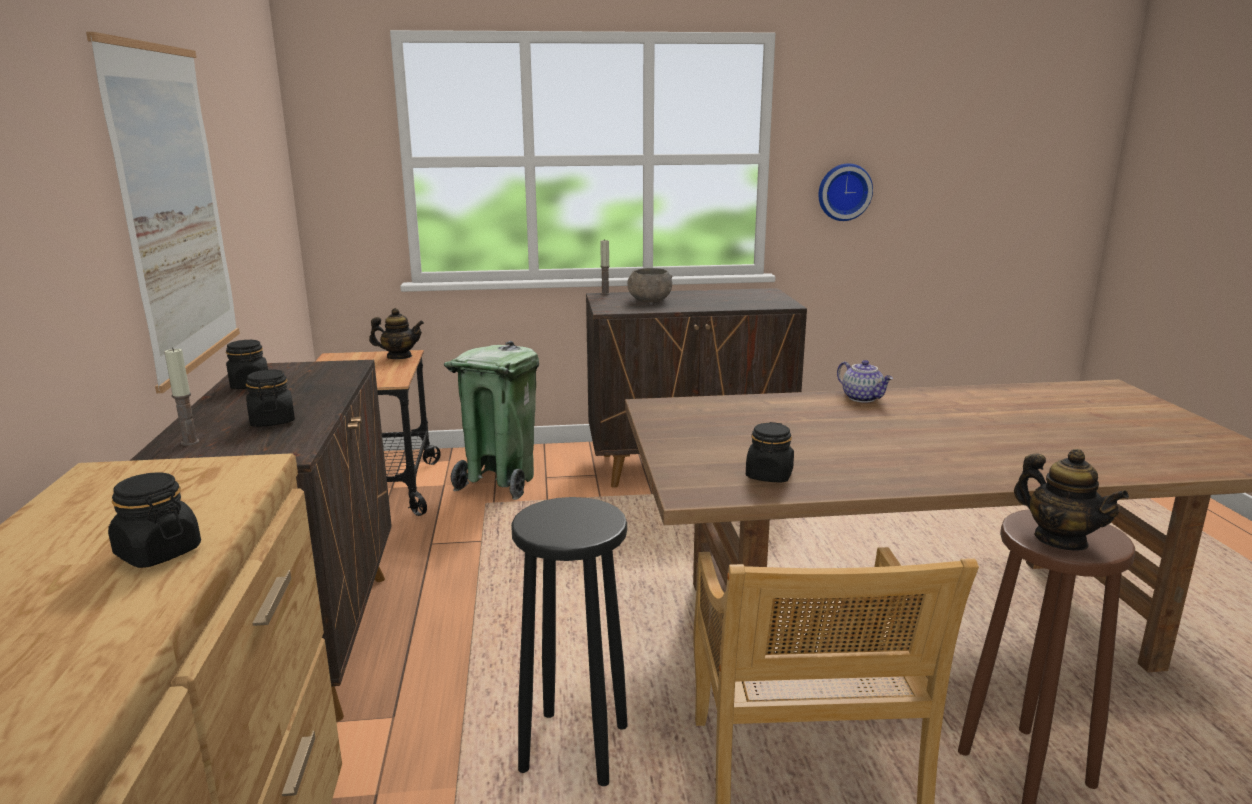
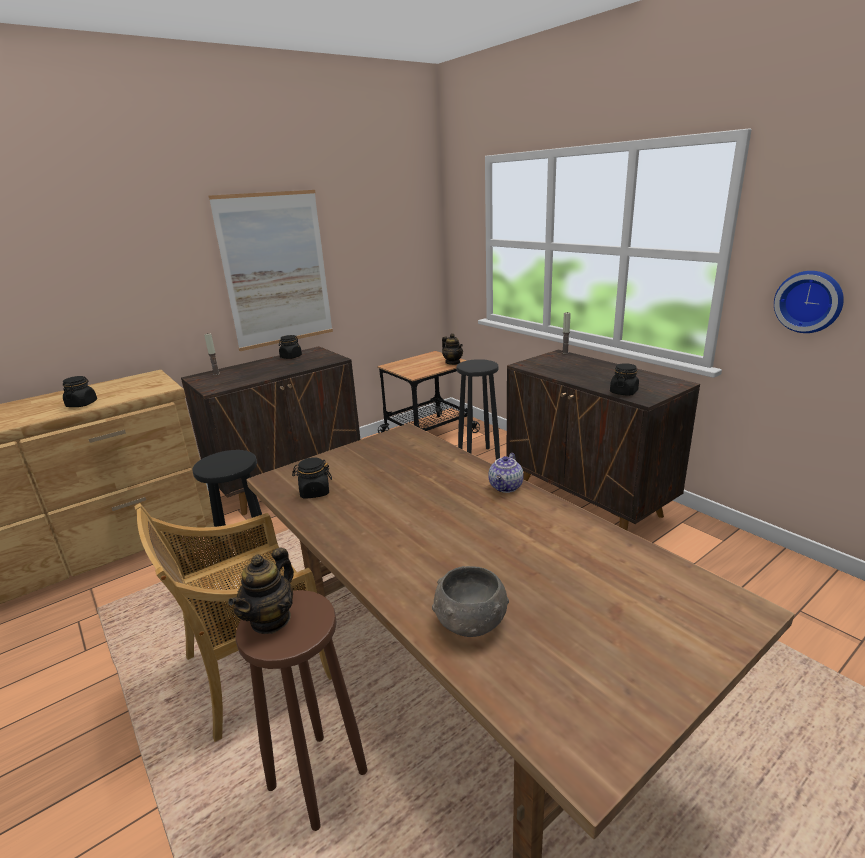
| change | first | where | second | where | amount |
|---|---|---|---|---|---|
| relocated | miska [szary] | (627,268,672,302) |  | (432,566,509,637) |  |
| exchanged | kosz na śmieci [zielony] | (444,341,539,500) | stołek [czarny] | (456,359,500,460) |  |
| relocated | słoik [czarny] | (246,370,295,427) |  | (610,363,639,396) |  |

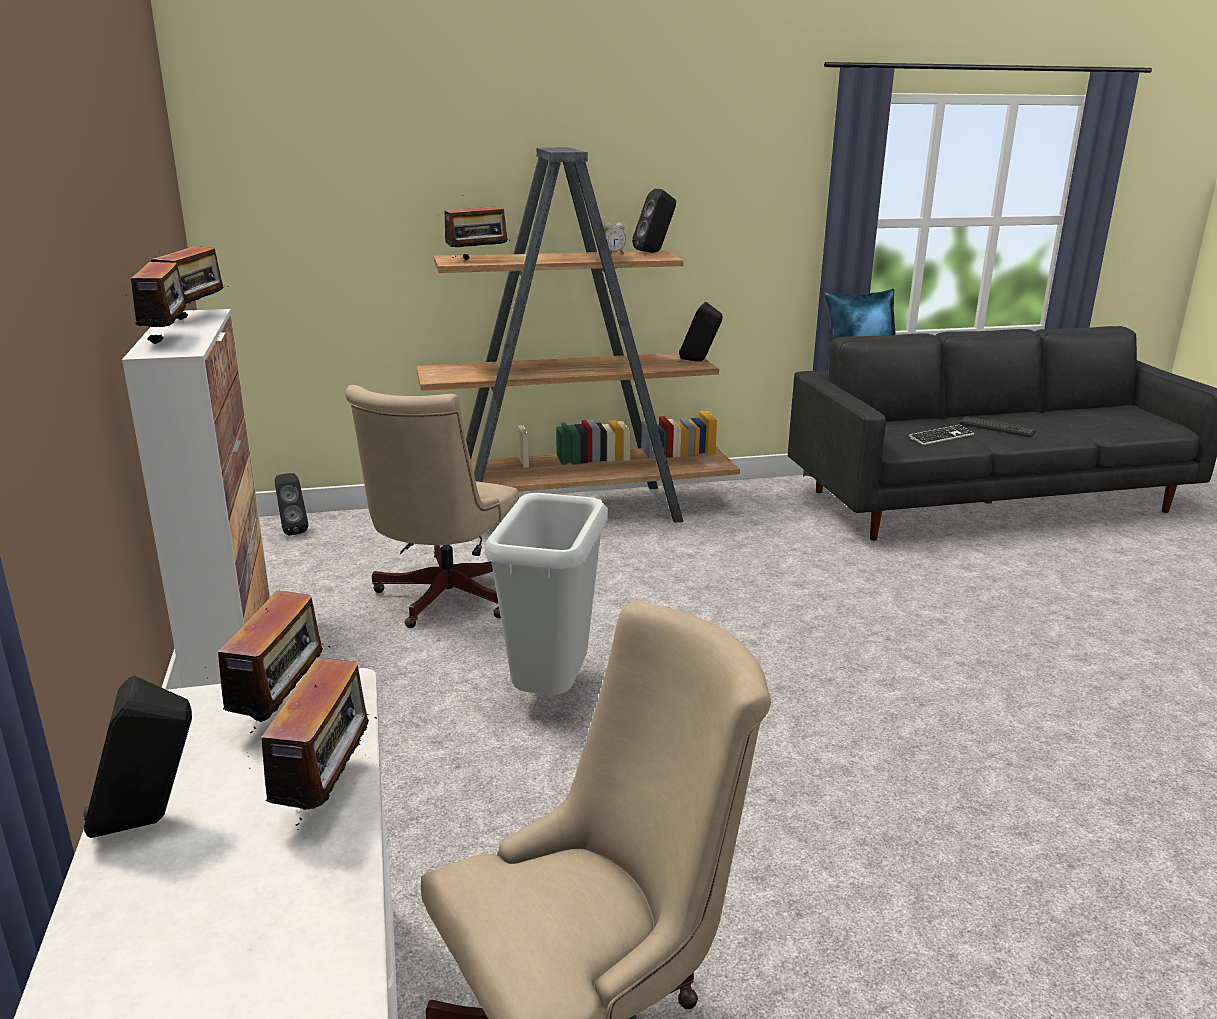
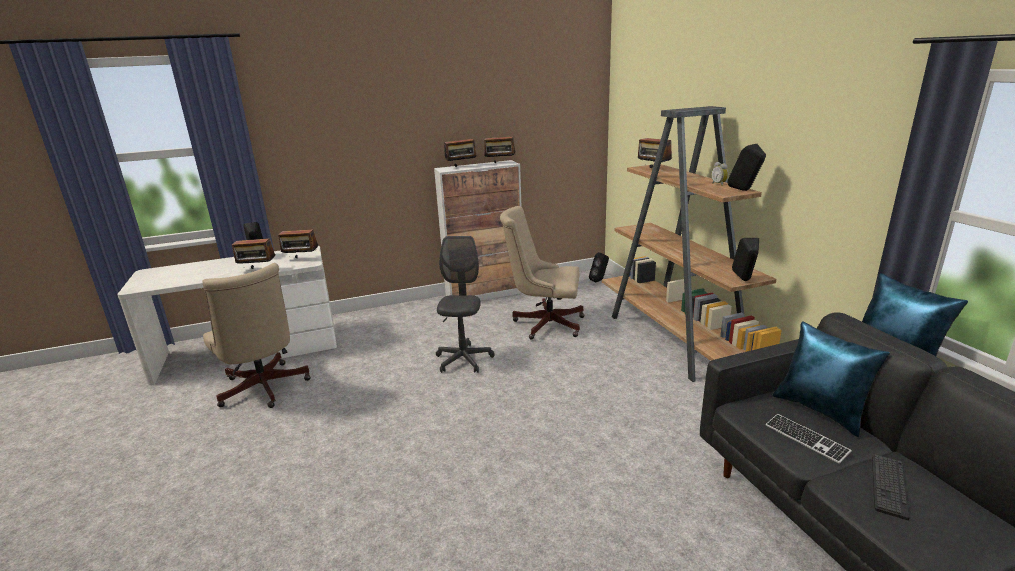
| change | first | where | second | where | amount |
|---|---|---|---|---|---|
| exchanged | kosz na śmieci [szary] | (484,493,608,695) | krzesło biurowe [szary] | (436,236,495,373) |  |
| appeared |  |  | poduszka [niebieski] | (773,321,890,437) |  |

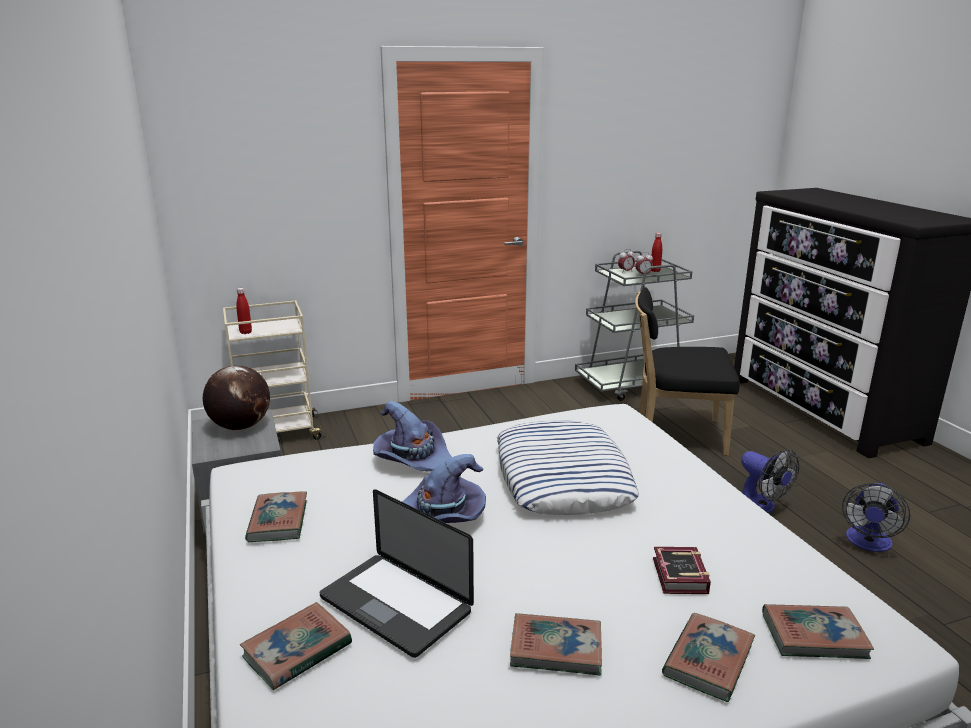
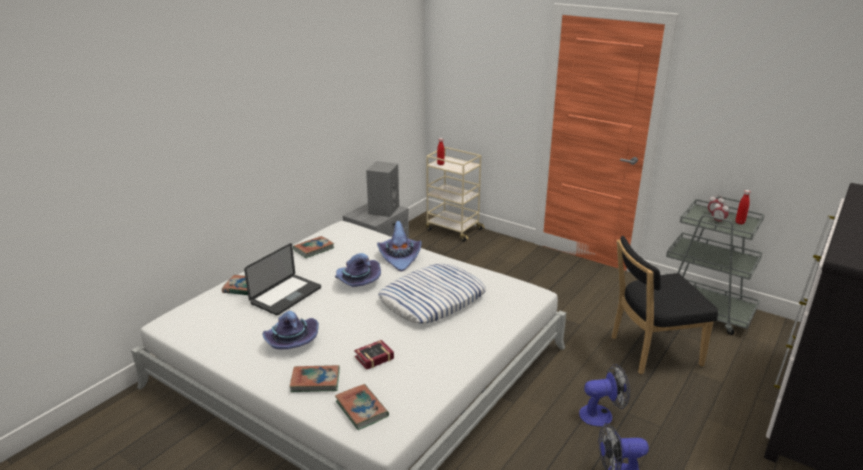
| change | first | where | second | where | amount |
|---|---|---|---|---|---|
| spun | krzesło [czarny] | (635,287,740,456) |  | (612,236,718,374) | 75 degrees counterclockwise |
| exchanged | globus | (203,365,270,430) | głośnik [szary] | (366,161,399,217) |  |
| spun | wentylator | (741,450,799,513) |  | (579,364,630,426) | 120 degrees counterclockwise |
| spun | laptop | (320,489,474,658) |  | (244,243,321,315) | 150 degrees counterclockwise |
| exchanged | książka | (510,613,602,675) | kapelusz [fioletowy] | (262,311,319,349) |  |

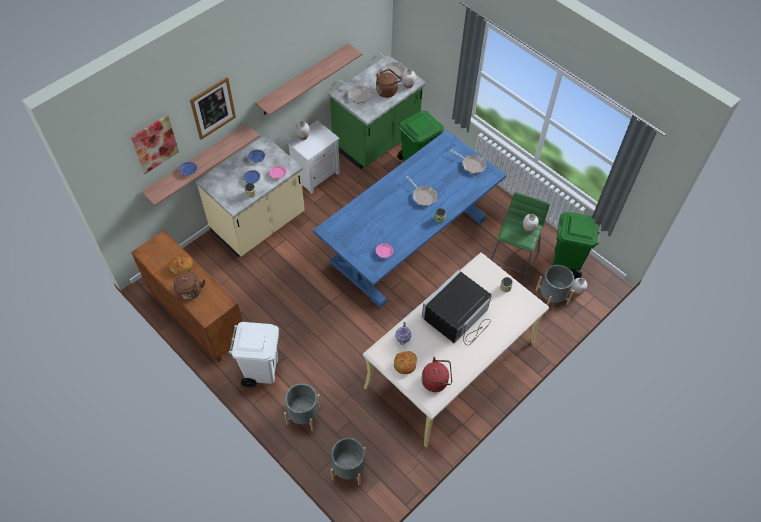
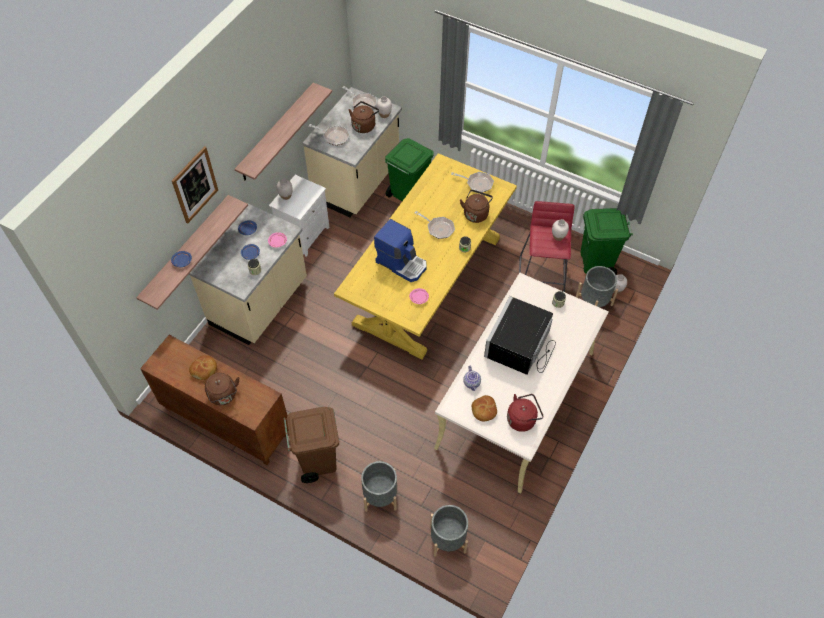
| change | first | where | second | where | amount |
|---|---|---|---|---|---|
| colour | zabudowa kuchenna [zielony] | (329,55,426,169) | zabudowa kuchenna [beżowy] | (303,87,402,217) |  |
| missing | obraz | (131,115,179,174) |  |  |  |
| colour | stół jadalny [niebieski] | (313,130,507,308) | stół jadalny [żółty] | (334,153,517,359) |  |
| colour | stołek [zielony] | (490,192,550,287) | stołek [czerwony] | (519,201,575,292) |  |
| colour | kosz na śmieci [biały] | (229,322,279,387) | kosz na śmieci [brązowy] | (283,407,339,483) |  |
| appeared |  |  | czajnik [brązowy] | (460,190,493,223) |  |
| appeared |  |  | ekspres do kawy | (374,219,427,282) |  |

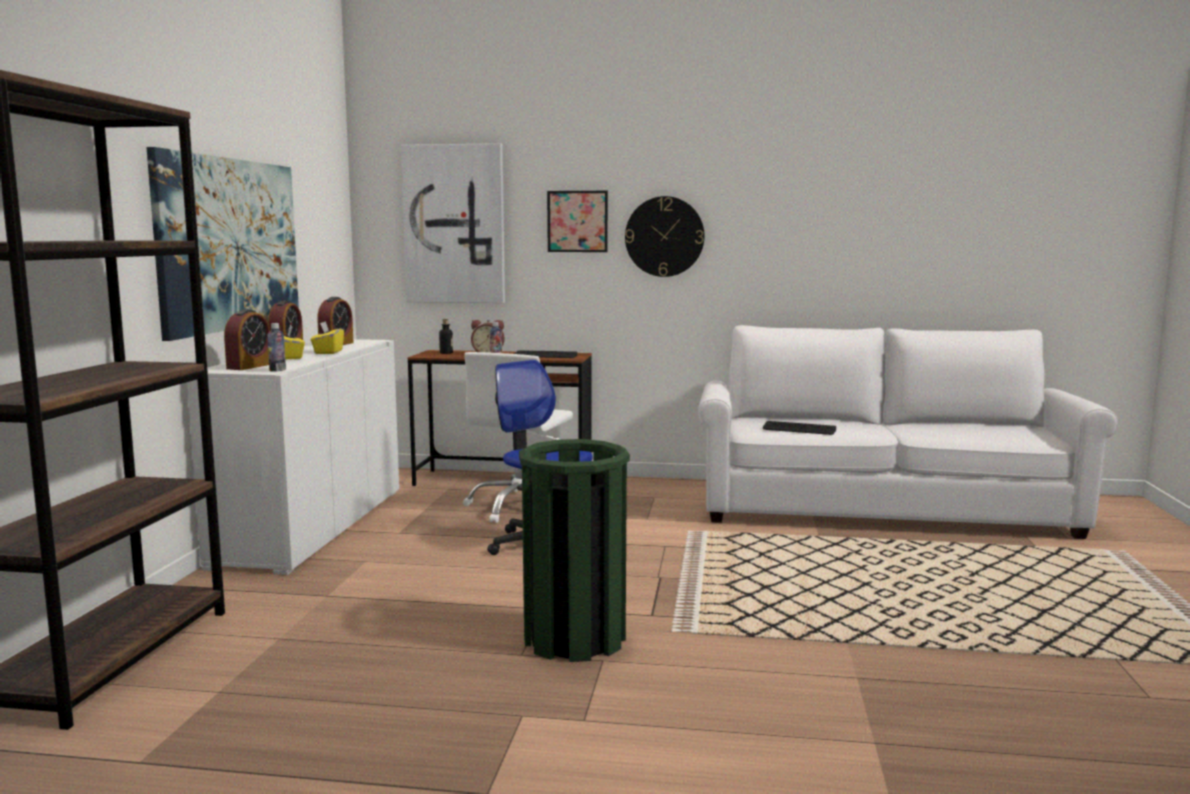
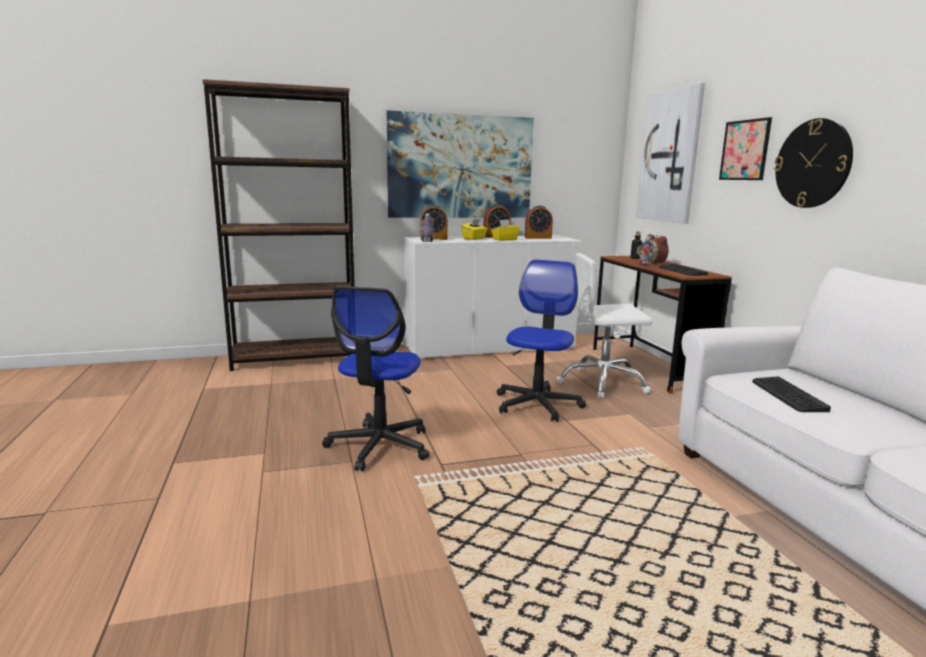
| change | first | where | second | where | amount |
|---|---|---|---|---|---|
| exchanged | kosz na śmieci [zielony] | (519,439,630,662) | krzesło biurowe | (322,286,430,471) |  |

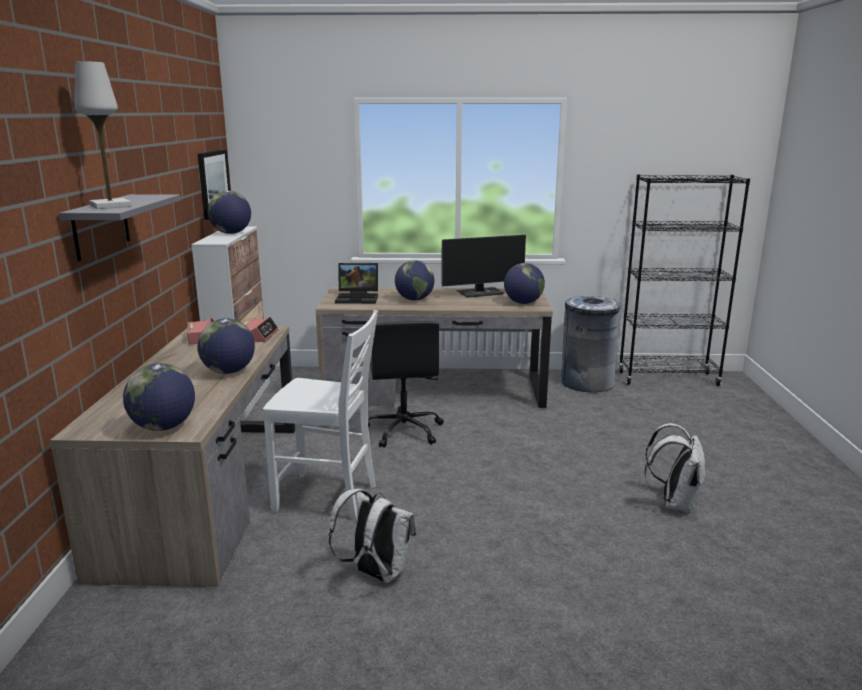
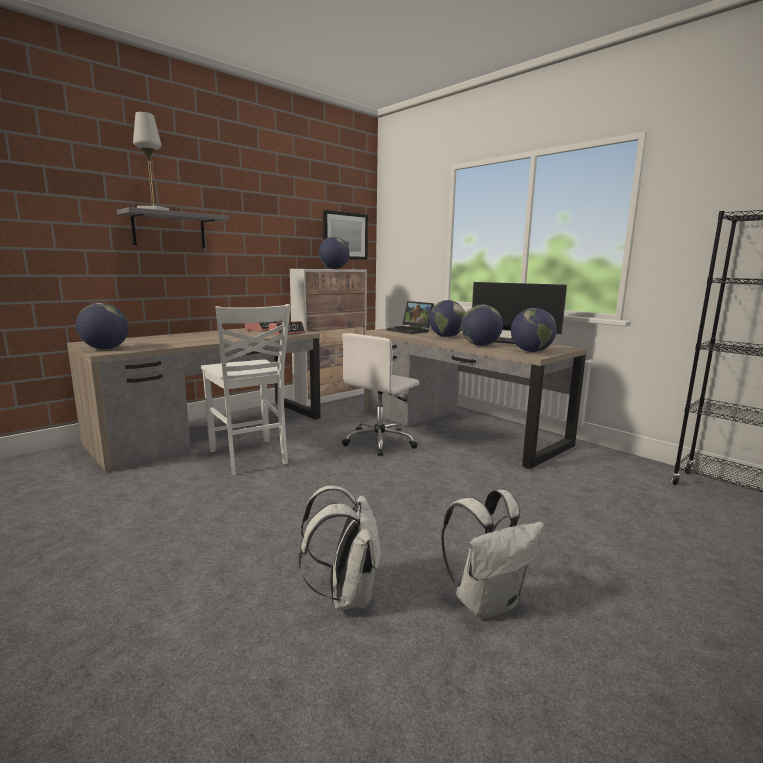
| change | first | where | second | where | amount |
|---|---|---|---|---|---|
| missing | kosz na śmieci [szary] | (561,296,621,392) |  |  |  |
| relocated | globus | (197,318,255,374) |  | (461,305,503,346) |  |
| colour | krzesło biurowe [czarny] | (368,321,444,448) | krzesło biurowe [biały] | (342,333,419,457) |  |
| relocated | plecak [biały] | (329,489,416,583) |  | (299,485,381,610) |  |

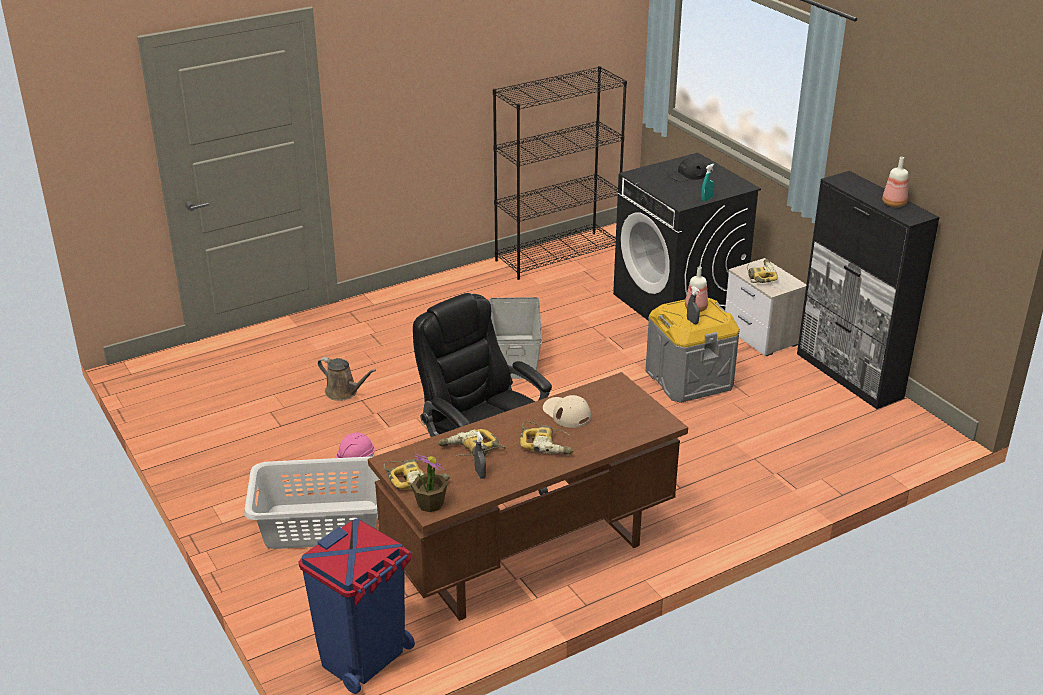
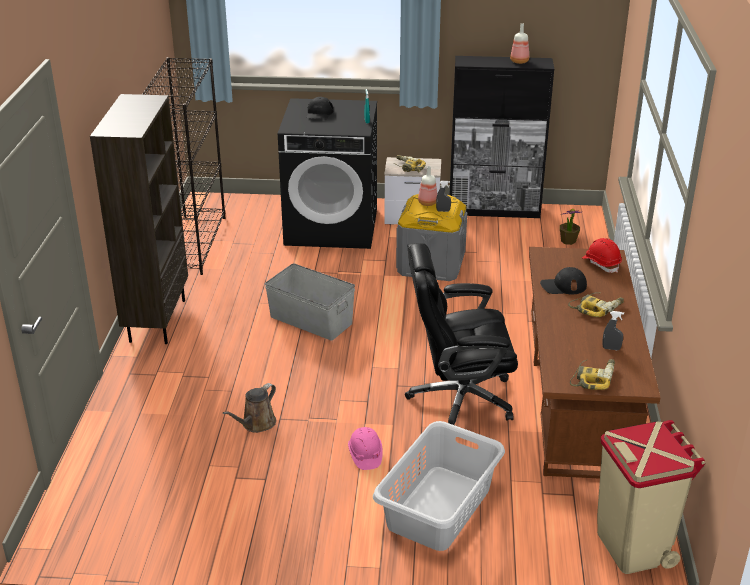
| change | first | where | second | where | amount |
|---|---|---|---|---|---|
| spun | konewka [brązowy] | (318,357,376,401) |  | (223,383,276,433) | 150 degrees clockwise |
| colour | czapka z daszkiem [beżowy] | (543,395,591,428) | czapka z daszkiem [czarny] | (540,267,587,294) |  |
| missing | wiertarka | (438,429,506,456) |  |  |  |
| relocated | roślina doniczkowa | (412,453,448,512) |  | (560,209,581,245) |  |
| colour | kosz na śmieci [niebieski] | (299,519,415,694) | kosz na śmieci [beżowy] | (597,420,705,574) |  |
| appeared |  |  | regał [brązowy] | (90,94,188,344) |  |
| appeared |  |  | kask [czerwony] | (582,238,622,273) |  |

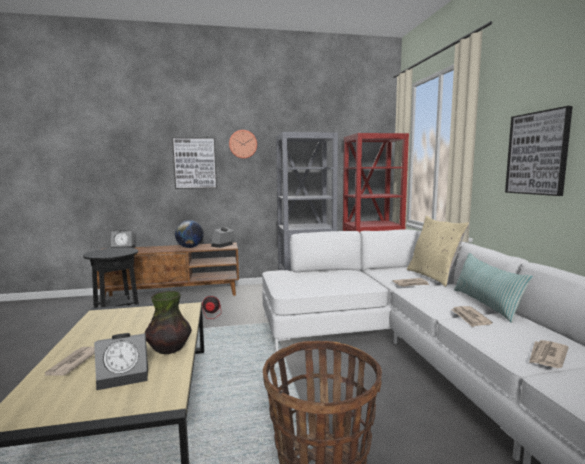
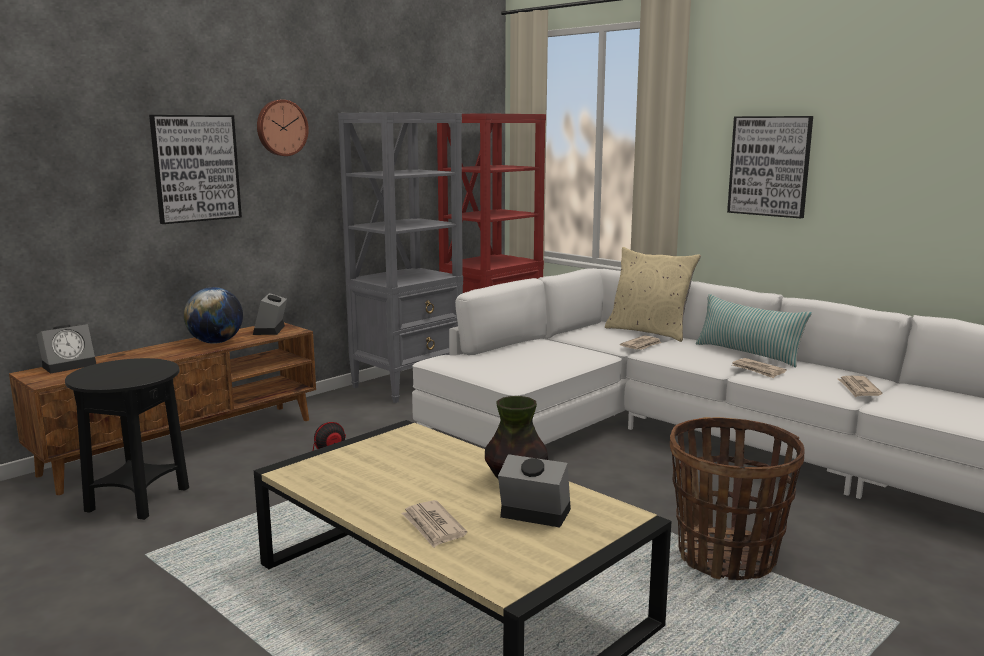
| change | first | where | second | where | amount |
|---|---|---|---|---|---|
| spun | budzik | (94,333,148,390) |  | (498,454,571,528) | 105 degrees counterclockwise |

